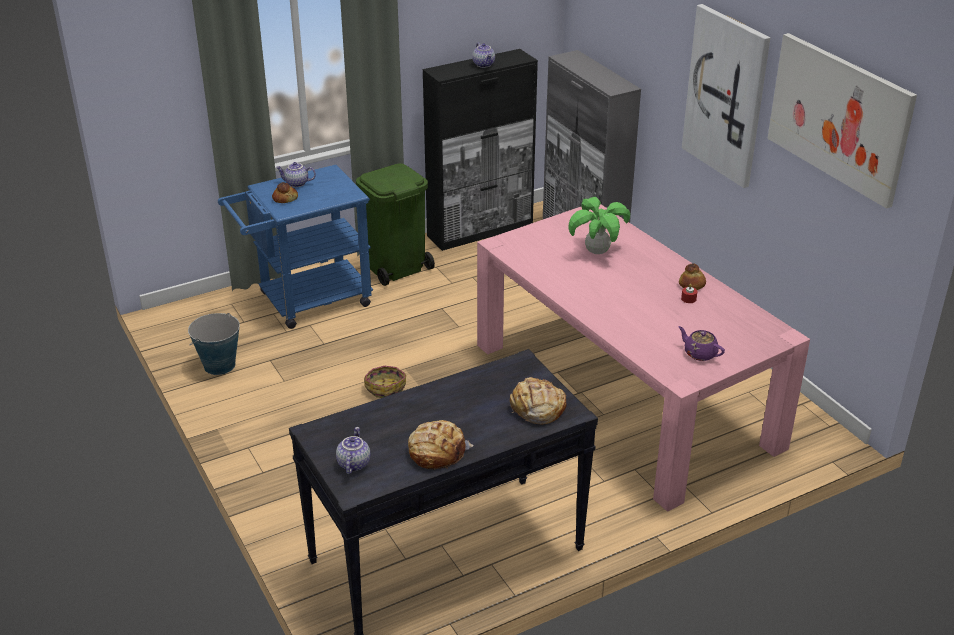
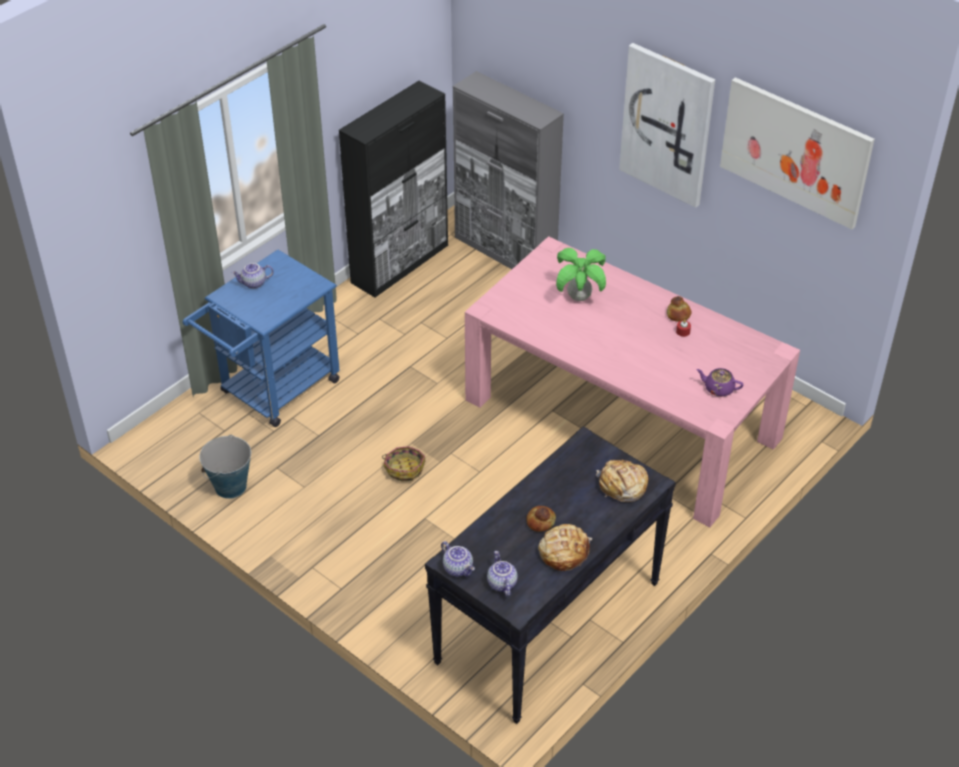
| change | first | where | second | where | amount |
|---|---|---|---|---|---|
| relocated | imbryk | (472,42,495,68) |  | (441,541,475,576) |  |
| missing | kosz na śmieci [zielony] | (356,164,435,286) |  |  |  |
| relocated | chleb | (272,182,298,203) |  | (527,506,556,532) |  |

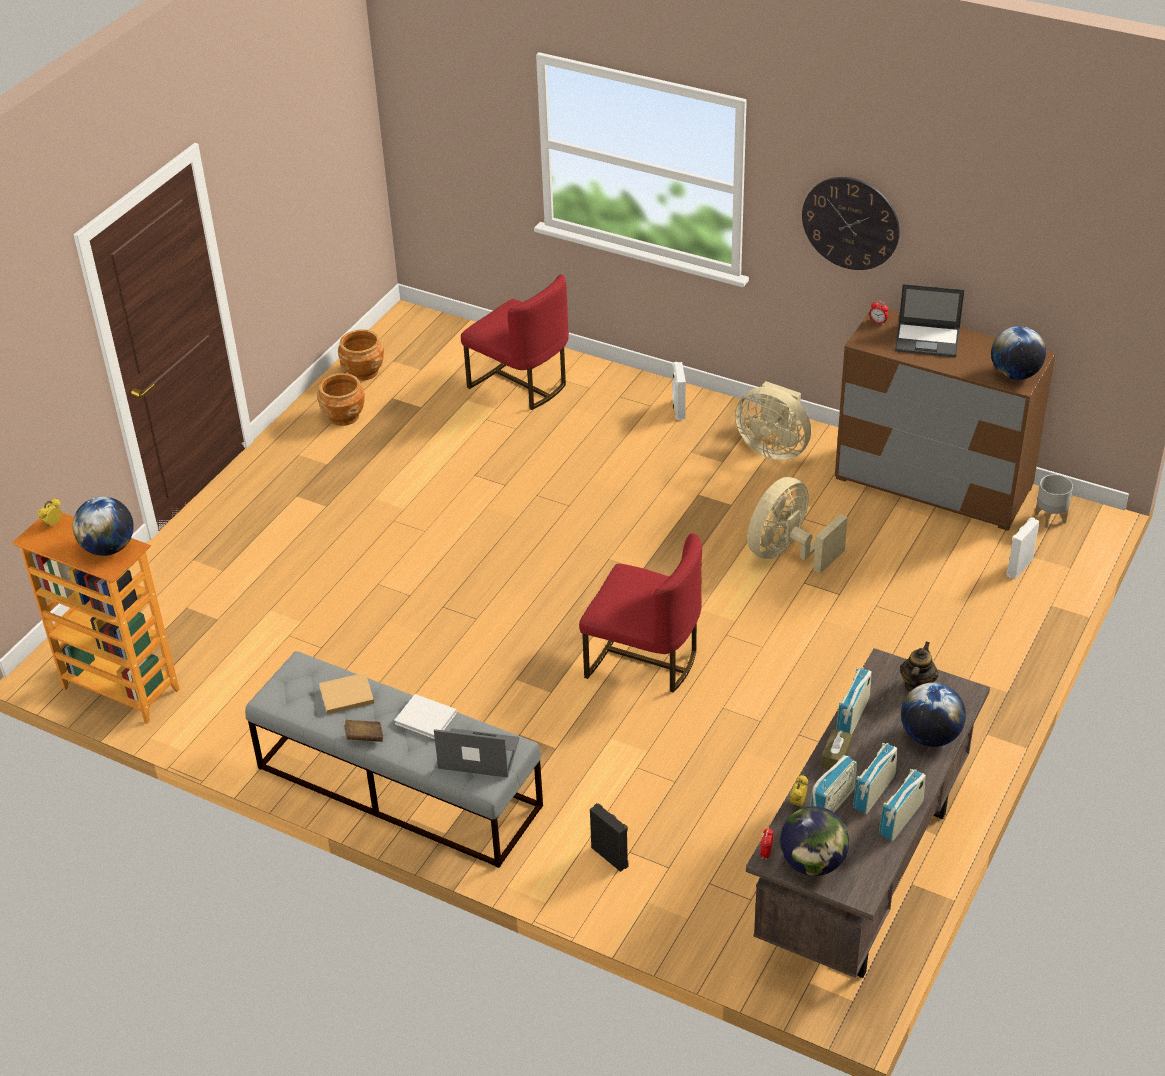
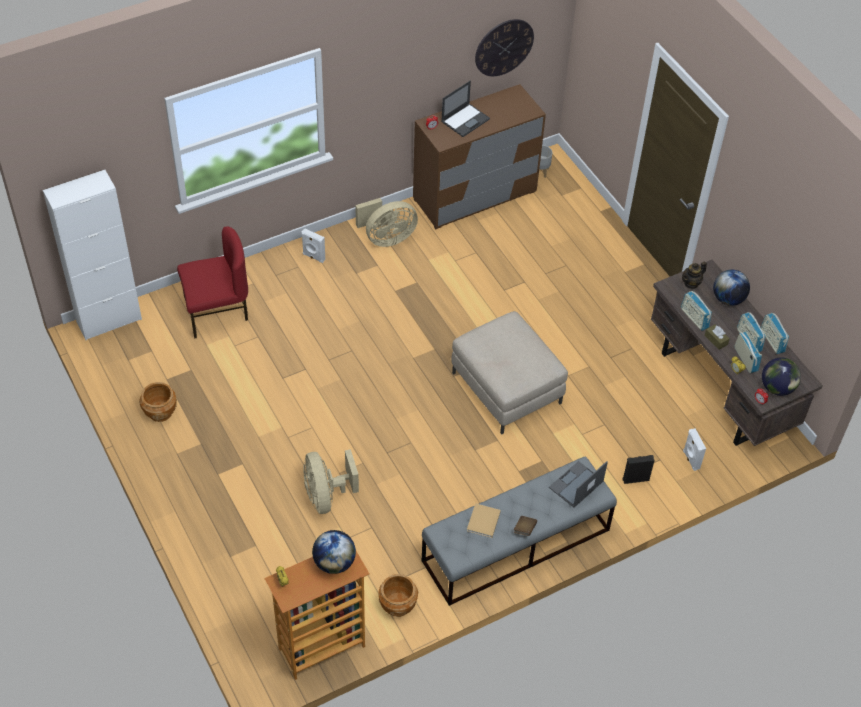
| change | first | where | second | where | amount |
|---|---|---|---|---|---|
| relocated | zegar ścienny | (802,177,900,270) |  | (475,19,534,76) |  |
| missing | globus | (991,326,1046,380) |  |  |  |
| relocated | donica [brązowy] | (338,329,384,381) |  | (378,574,418,617) |  |
| relocated | wentylator [beżowy] | (747,477,848,573) |  | (303,449,359,514) |  |
| relocated | głośnik [biały] | (1007,517,1040,579) |  | (683,429,706,471) |  |
| exchanged | krzesło [czerwony] | (579,533,702,693) | pufa [beżowy] | (451,311,568,434) |  |
| spun | imbryk | (900,641,938,692) |  | (682,262,707,289) | 90 degrees counterclockwise |
| missing | książka [biały] | (394,694,457,739) |  |  |  |
| appeared |  |  | szafka [biały] | (43,170,142,340) |  |

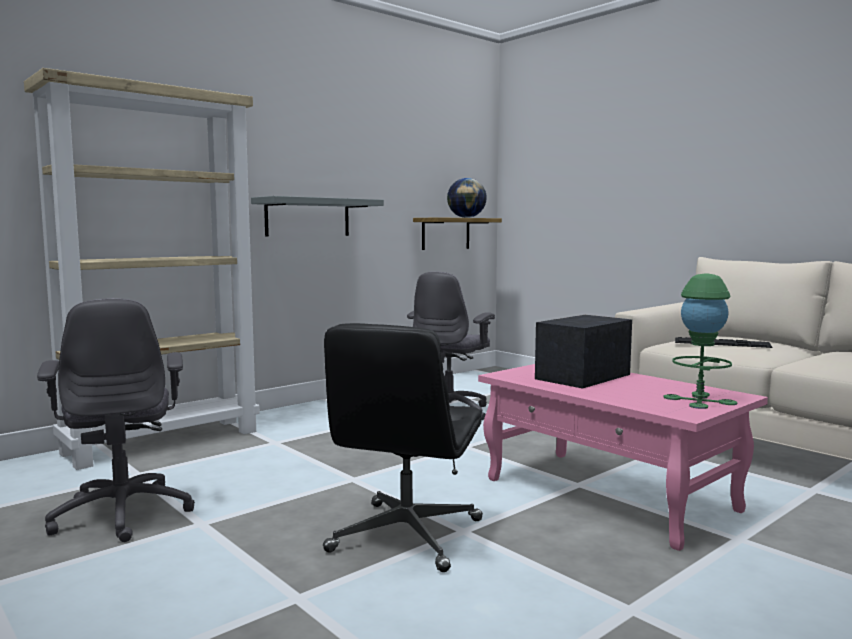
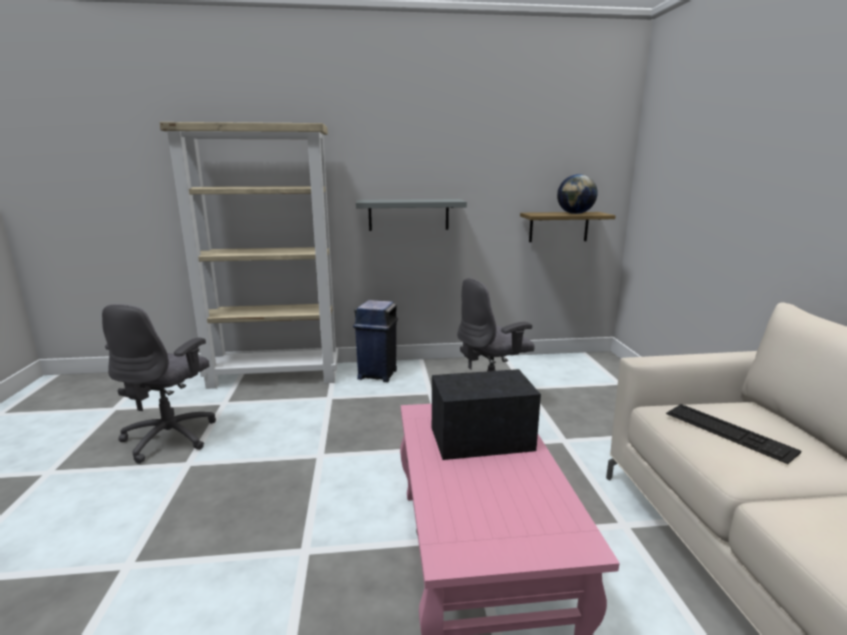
| change | first | where | second | where | amount |
|---|---|---|---|---|---|
| missing | lampa stołowa [zielony] | (664,274,737,409) |  |  |  |
| missing | krzesło biurowe [czarny] | (323,323,483,572) |  |  |  |
| appeared |  |  | kosz na śmieci [niebieski] | (353,300,398,382) |  |

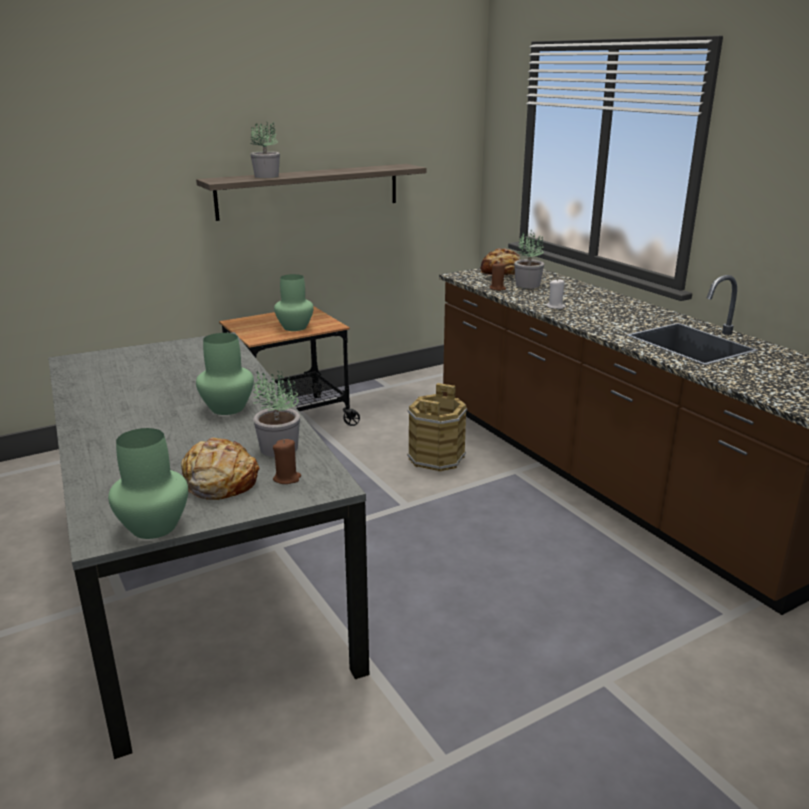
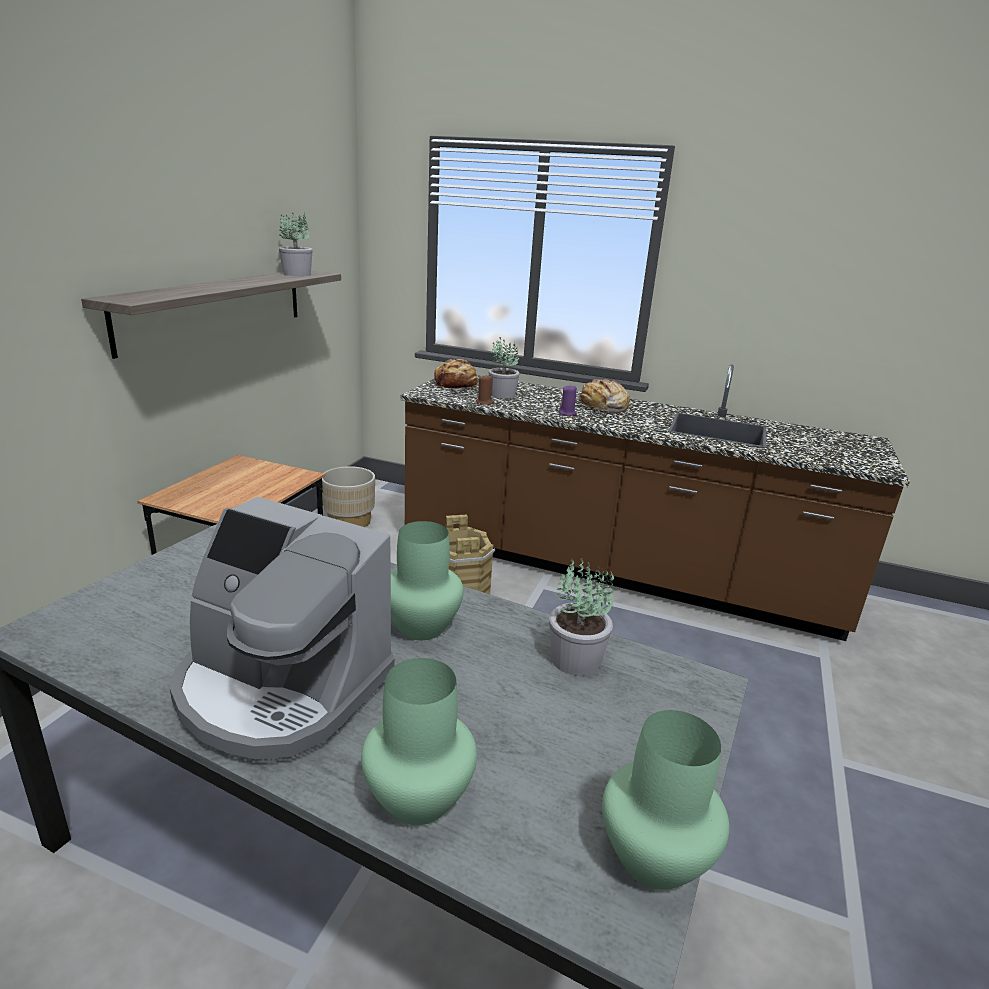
| change | first | where | second | where | amount |
|---|---|---|---|---|---|
| relocated | roślina doniczkowa | (250,122,280,178) |  | (279,212,313,276) |  |
| relocated | wazon [zielony] | (274,274,314,331) |  | (361,658,477,825) |  |
| colour | świeca [biały] | (546,279,566,309) | świeca [fioletowy] | (559,385,577,416) |  |
| relocated | chleb | (181,437,259,500) |  | (576,379,630,413) |  |
| missing | świeca [brązowy] | (273,439,301,484) |  |  |  |
| appeared |  |  | donica [beżowy] | (322,466,375,527) |  |
| appeared |  |  | ekspres do kawy | (170,497,394,763) |  |

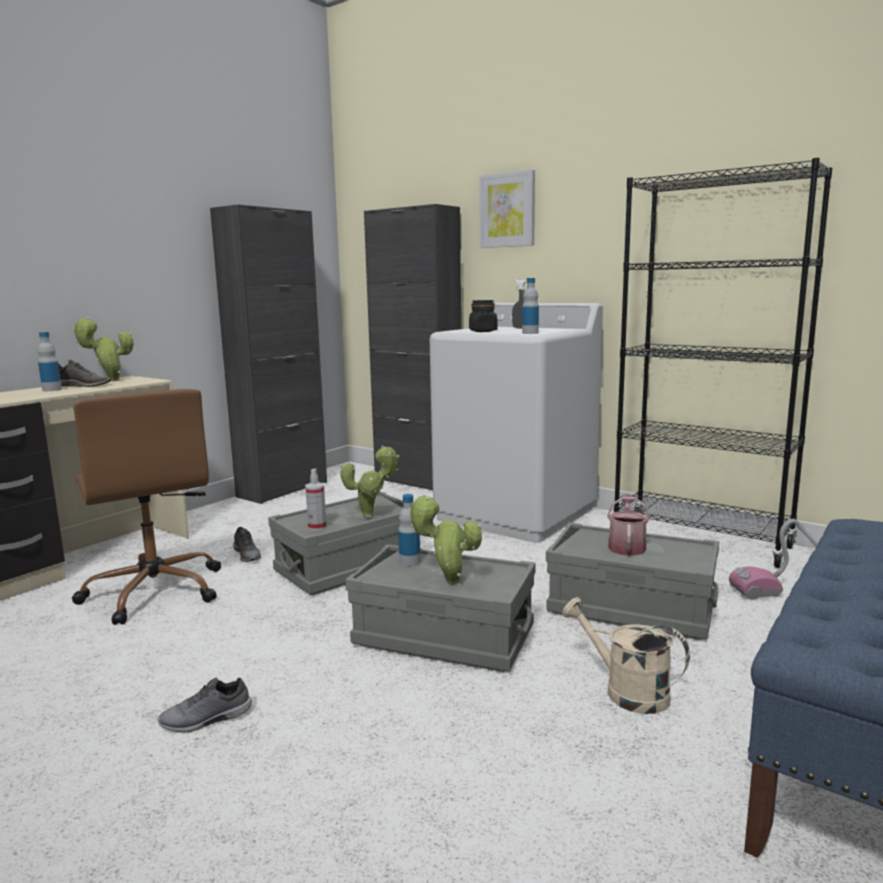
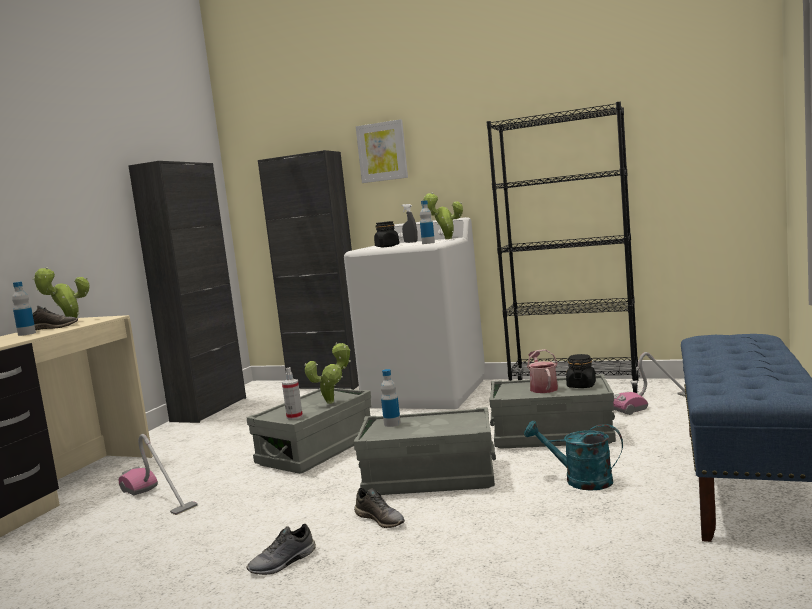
| change | first | where | second | where | amount |
|---|---|---|---|---|---|
| exchanged | krzesło biurowe [brązowy] | (72,389,221,625) | odkurzacz | (119,434,198,515) |  |
| relocated | roślina doniczkowa | (408,495,482,584) |  | (422,192,463,239) |  |
| relocated | but [szary] | (233,527,261,562) |  | (354,488,405,528) |  |
| colour | konewka [beżowy] | (562,597,690,714) | konewka [turkusowy] | (524,421,623,491) |  |
| appeared |  |  | słoik [czarny] | (566,354,596,388) |  |

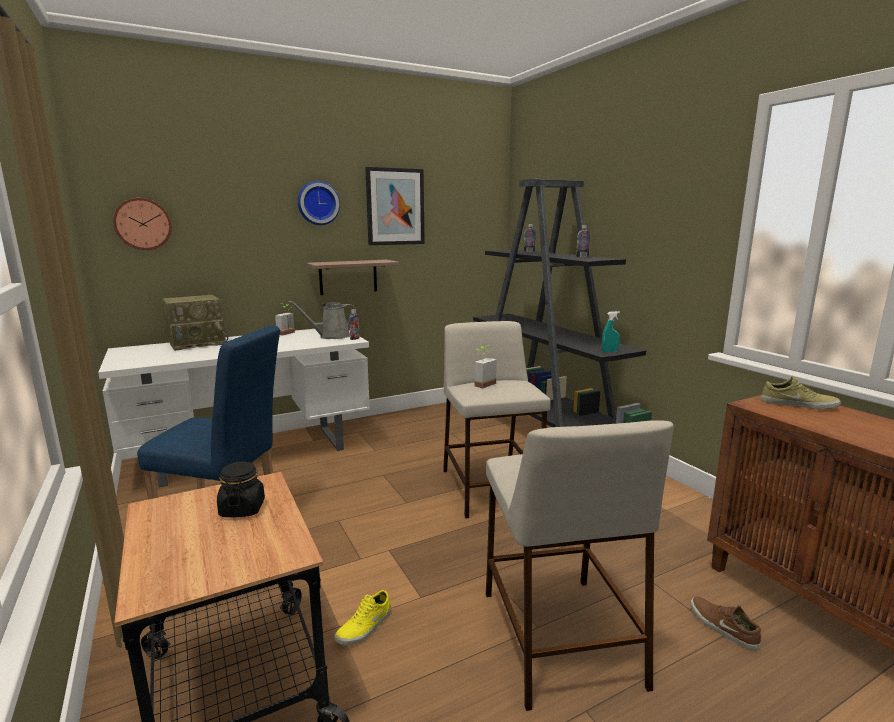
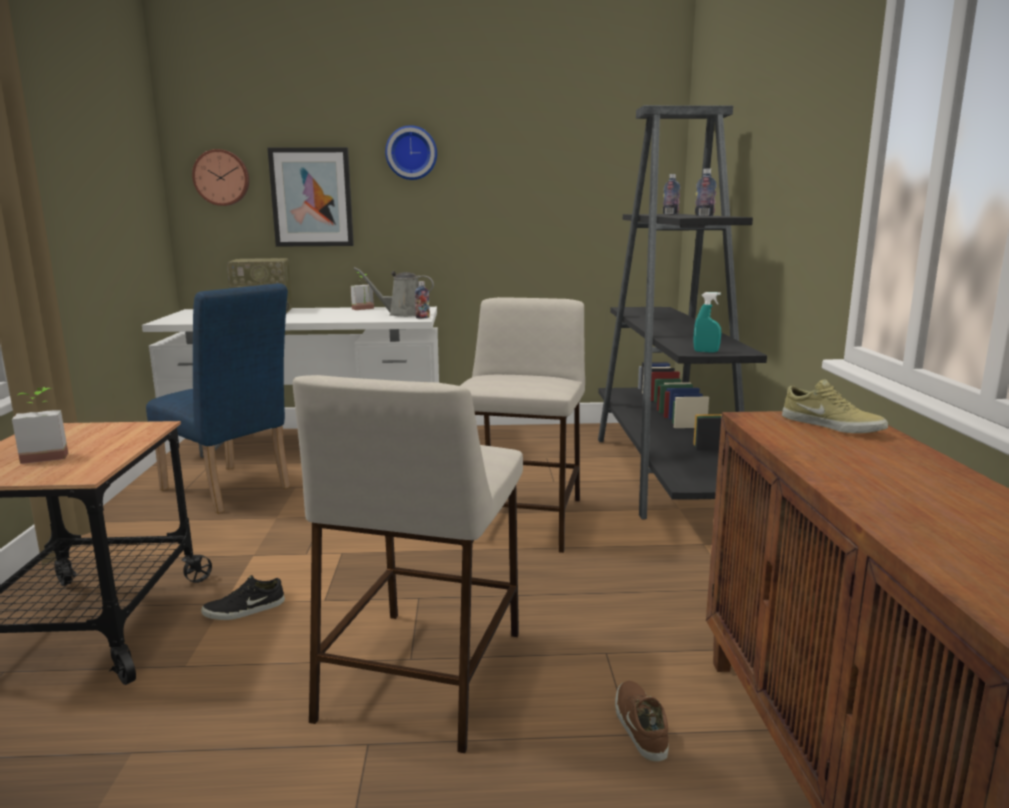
| change | first | where | second | where | amount |
|---|---|---|---|---|---|
| relocated | obraz | (365,167,425,245) |  | (267,147,354,246) |  |
| missing | półka | (306,260,399,295) |  |  |  |
| relocated | roślina doniczkowa | (474,345,497,389) |  | (12,387,68,464) |  |
| missing | słoik [czarny] | (217,462,265,517) |  |  |  |
| colour | but [żółty] | (334,590,391,645) | but [czarny] | (201,575,285,620) |  |

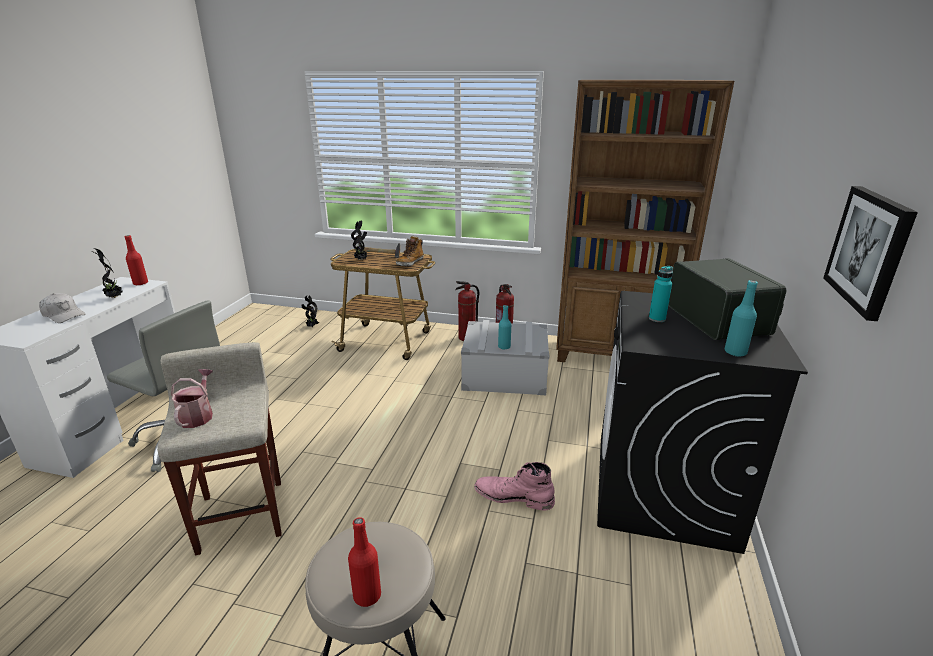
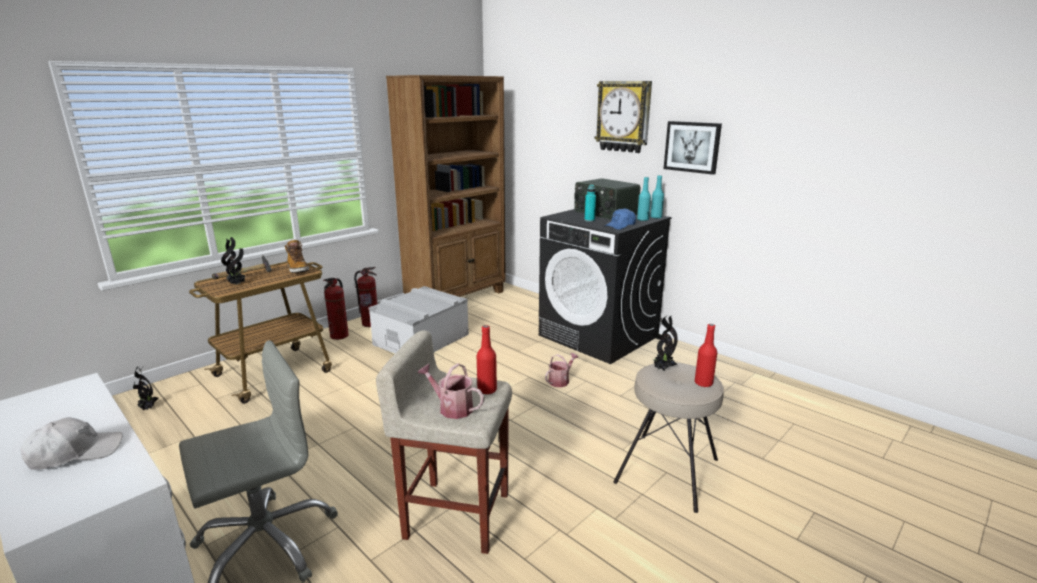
| change | first | where | second | where | amount |
|---|---|---|---|---|---|
| relocated | butelka [czerwony] | (124,235,148,285) |  | (477,325,497,394) |  |
| relocated | roślina doniczkowa | (92,248,123,298) |  | (653,316,678,370) |  |
| spun | radio | (668,258,786,340) |  | (574,178,640,220) | 150 degrees counterclockwise |
| relocated | butelka [turkusowy] | (498,305,511,349) |  | (650,175,664,218) |  |
| exchanged | but z cholewką [różowy] | (474,462,555,511) | konewka | (545,353,578,387) |  |
| appeared |  |  | zegar ścienny | (595,81,652,153) |  |
| appeared |  |  | czapka z daszkiem [niebieski] | (605,208,636,230) |  |

